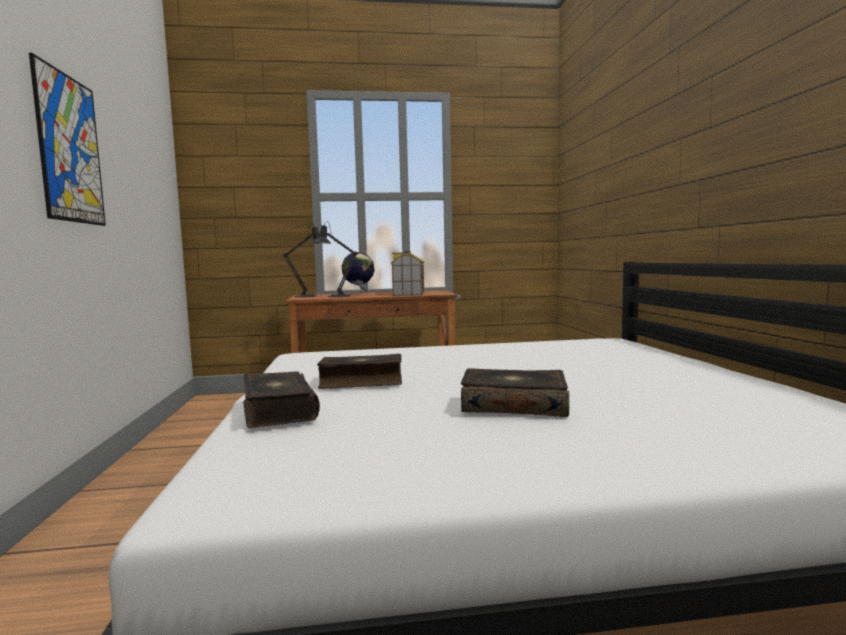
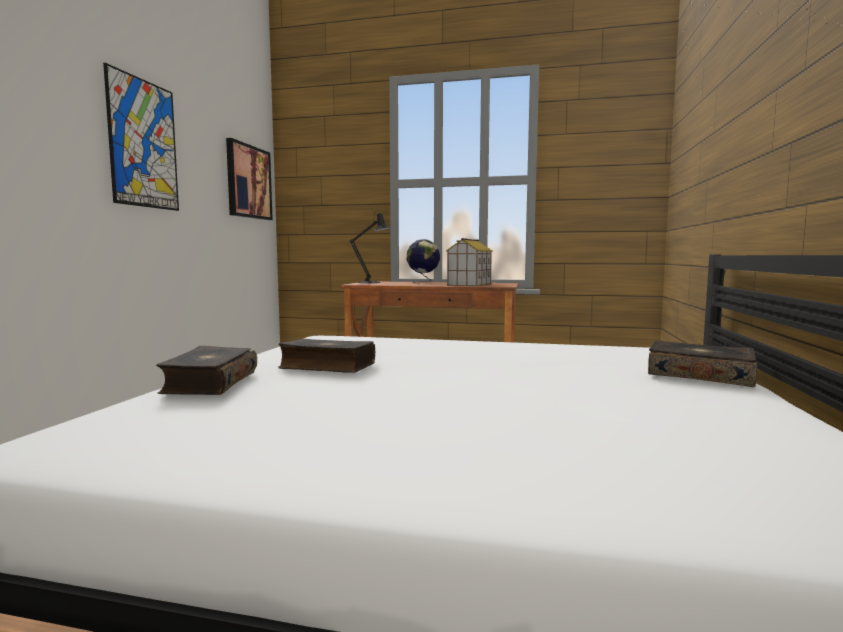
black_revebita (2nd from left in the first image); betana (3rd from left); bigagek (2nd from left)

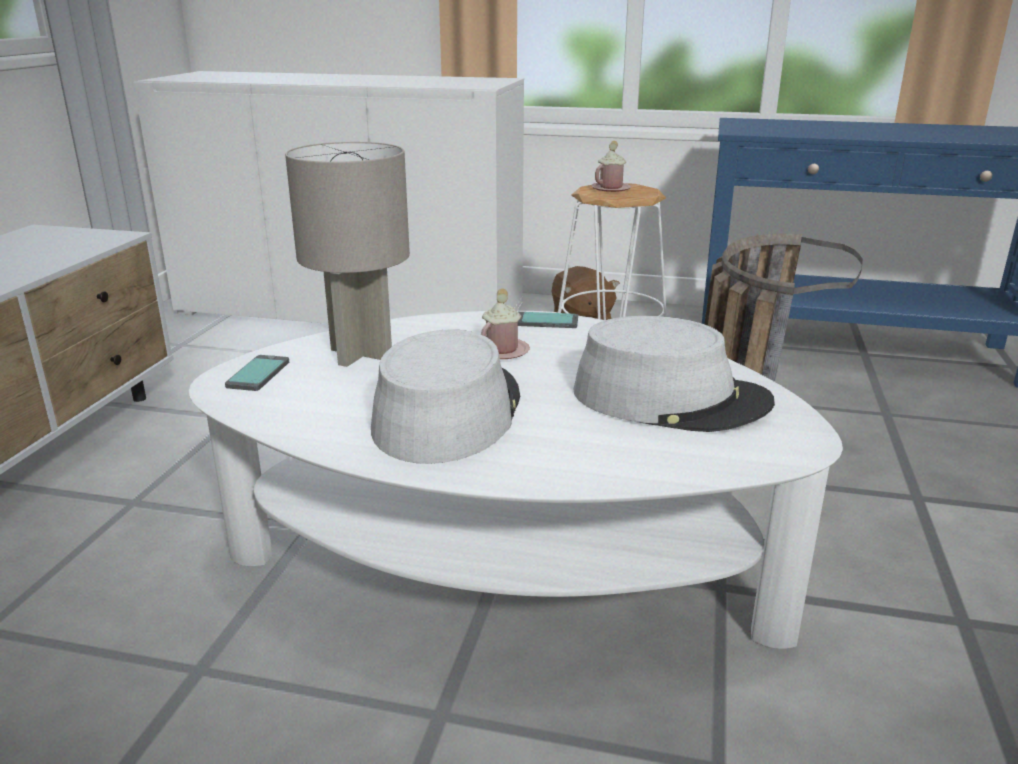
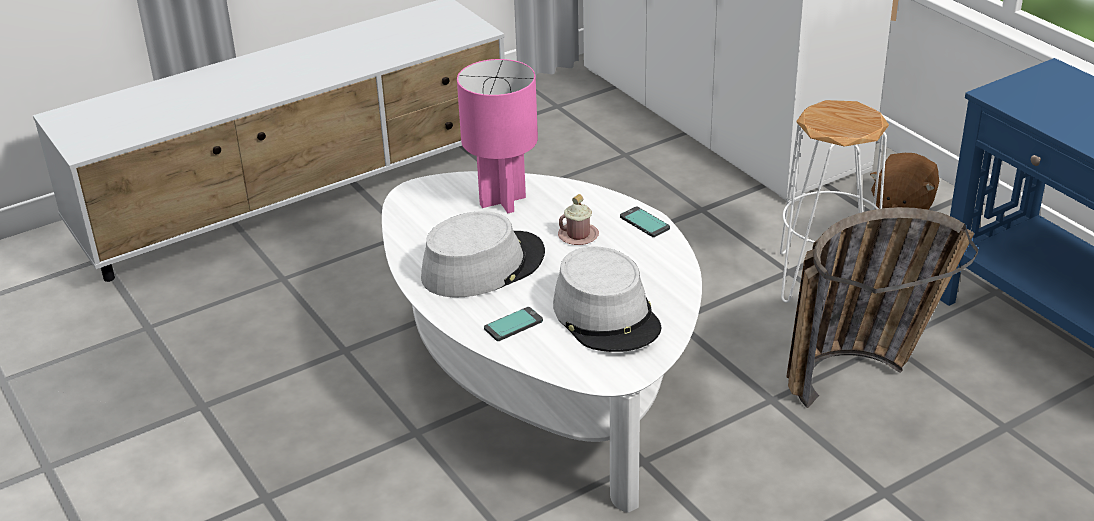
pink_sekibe (2nd from left in the first image); pink_revebita; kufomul (1st from left)

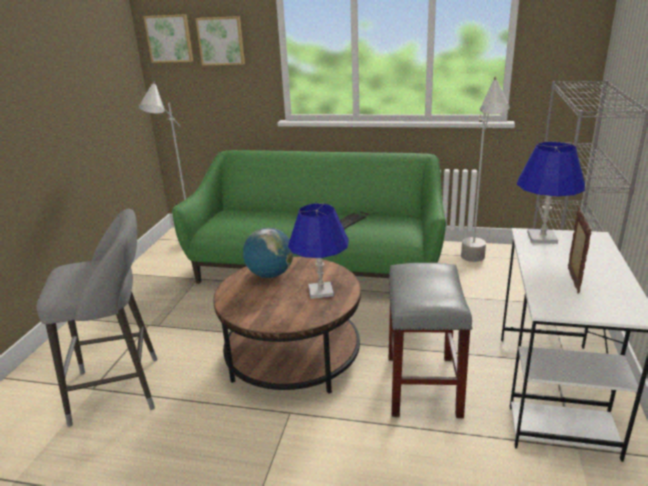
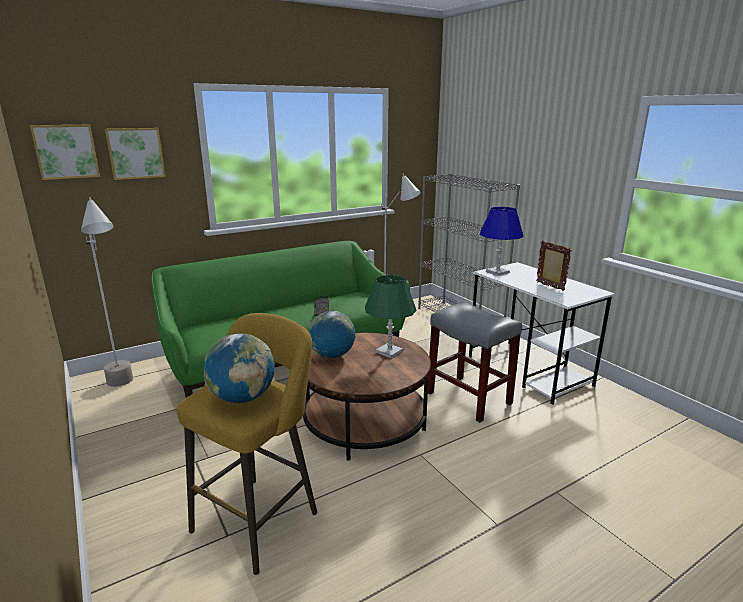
green_revebita; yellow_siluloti; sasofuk (1st from left)

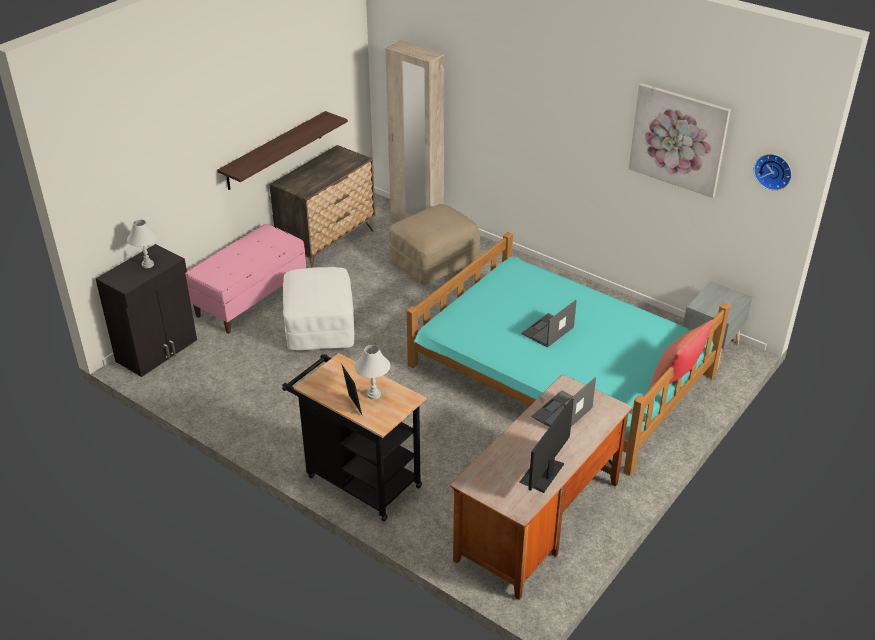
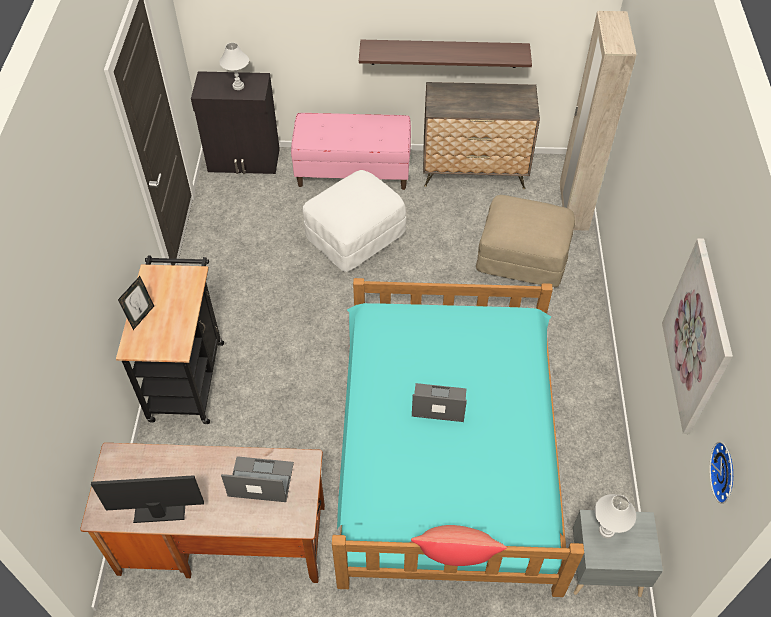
white_revebita (2nd from left)

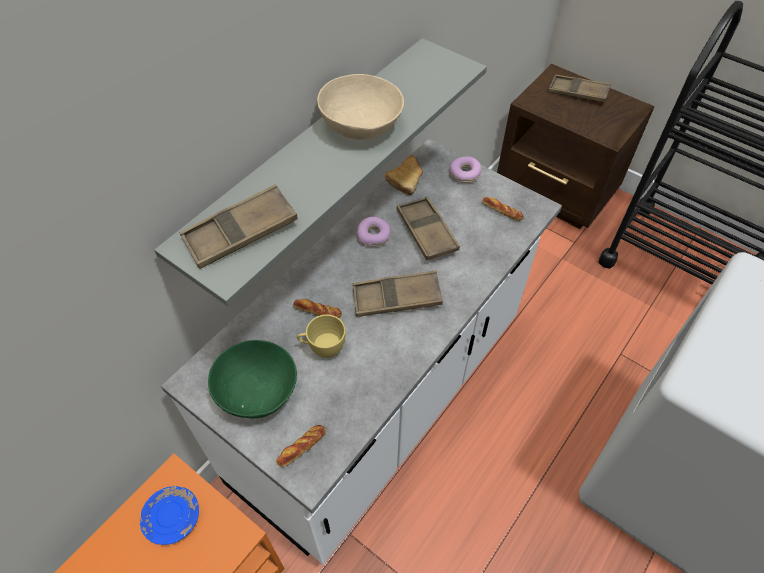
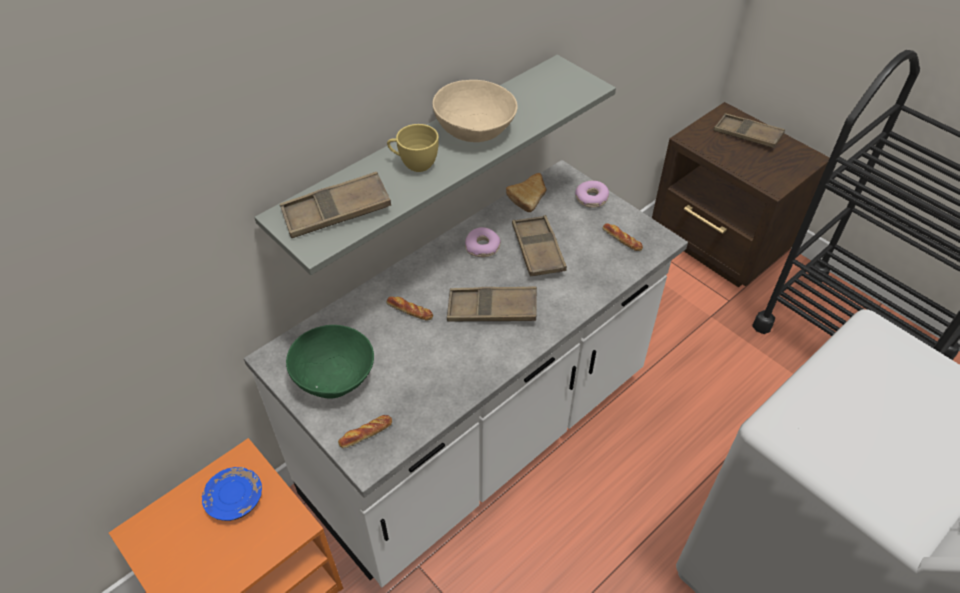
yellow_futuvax

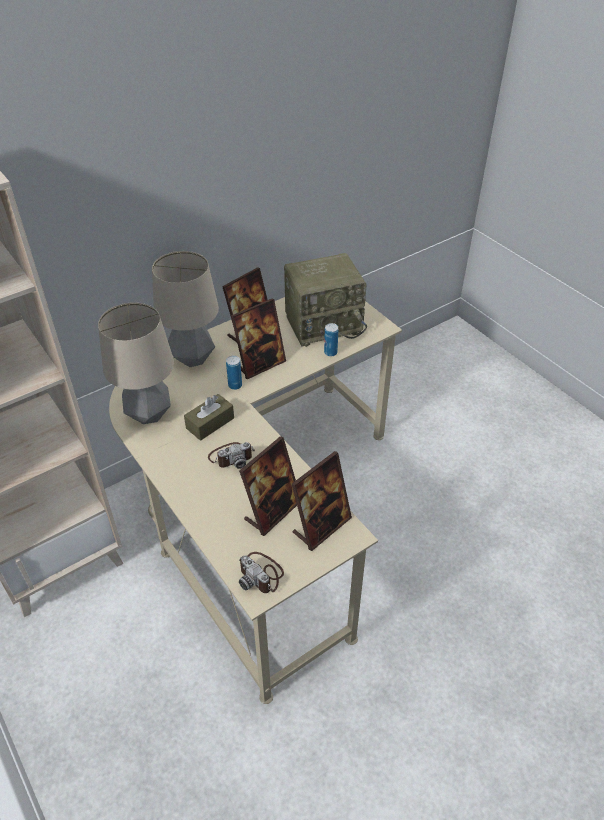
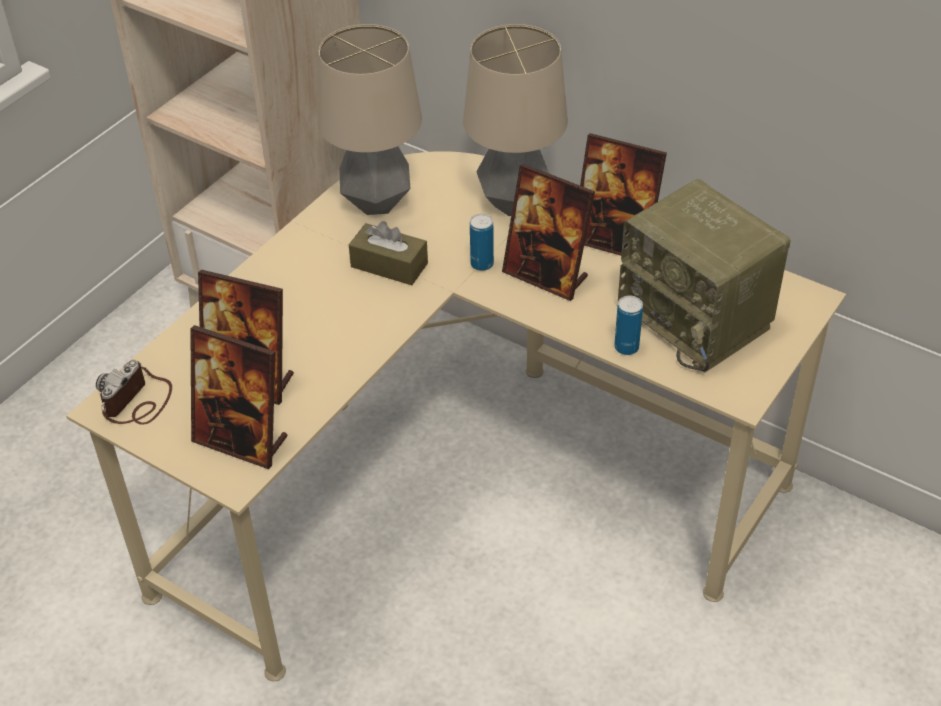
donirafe (1st from left in the first image)

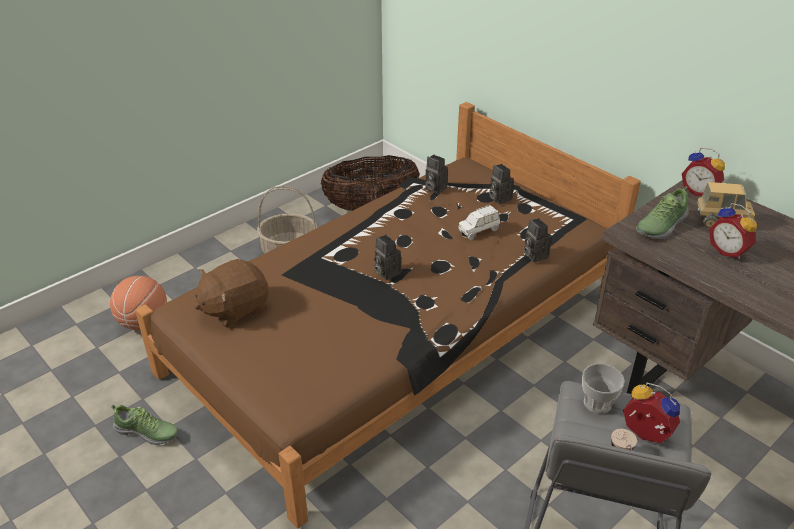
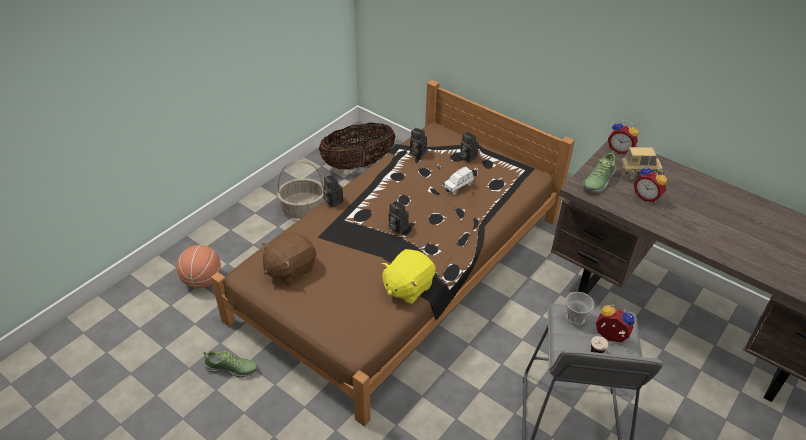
donirafe (1st from left); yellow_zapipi

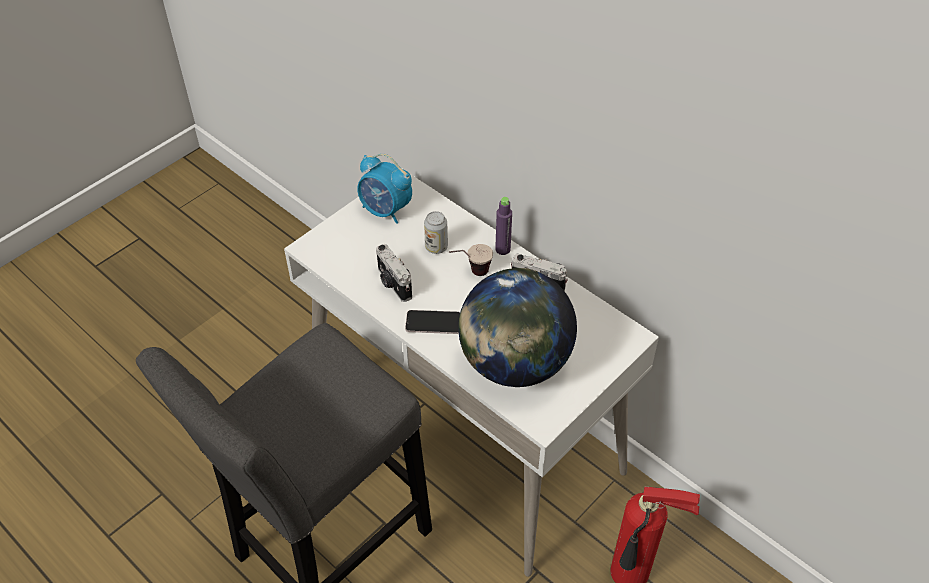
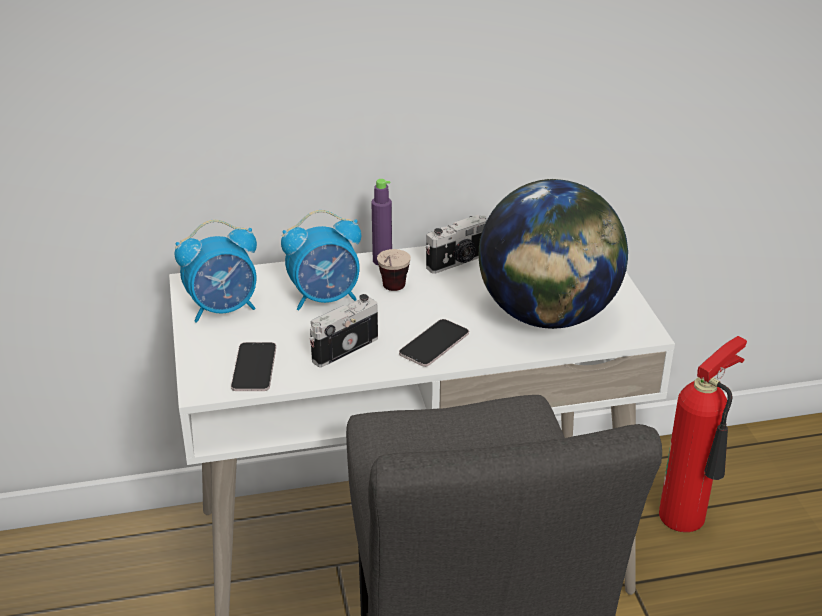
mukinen (2nd from left); donirafe (1st from left); kufomul (1st from left)

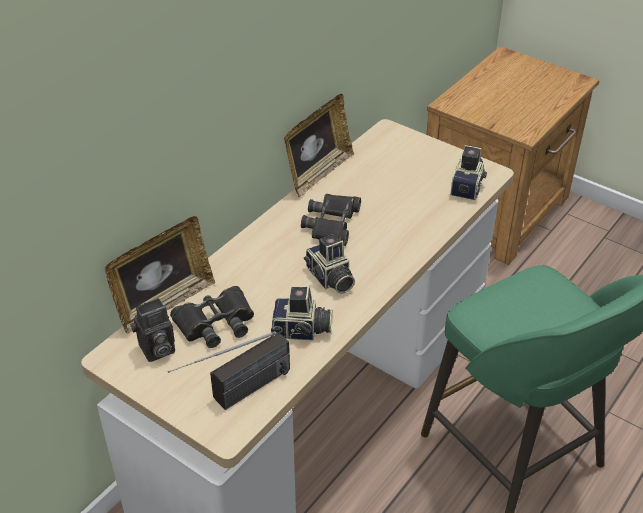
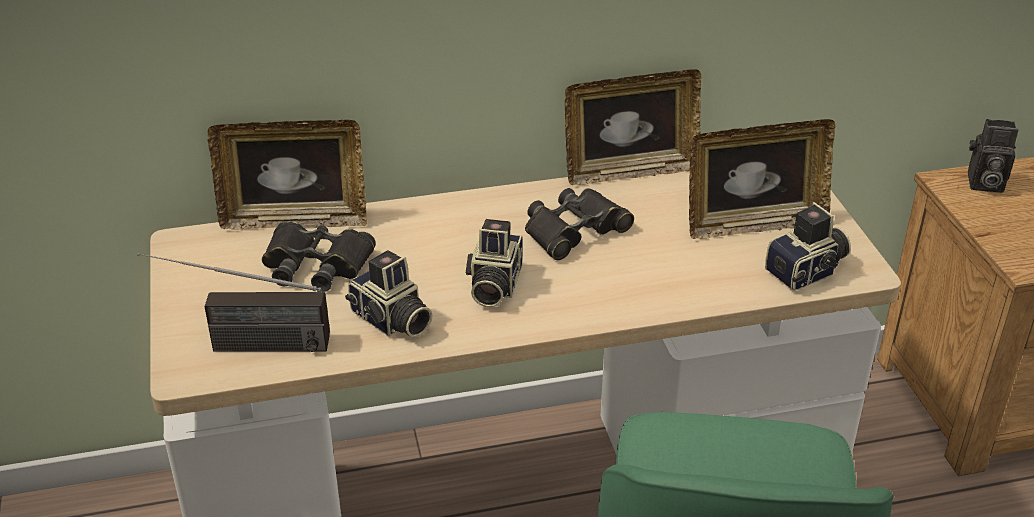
donirafe (4th from left); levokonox (3rd from left)

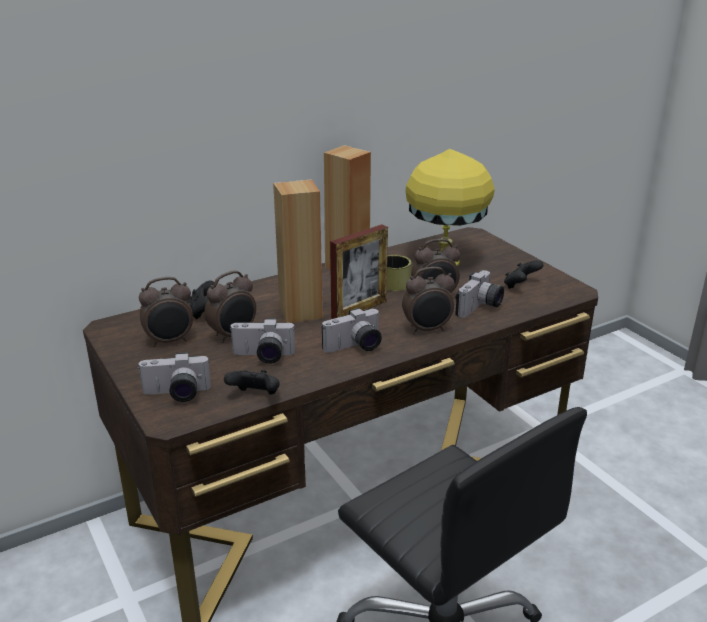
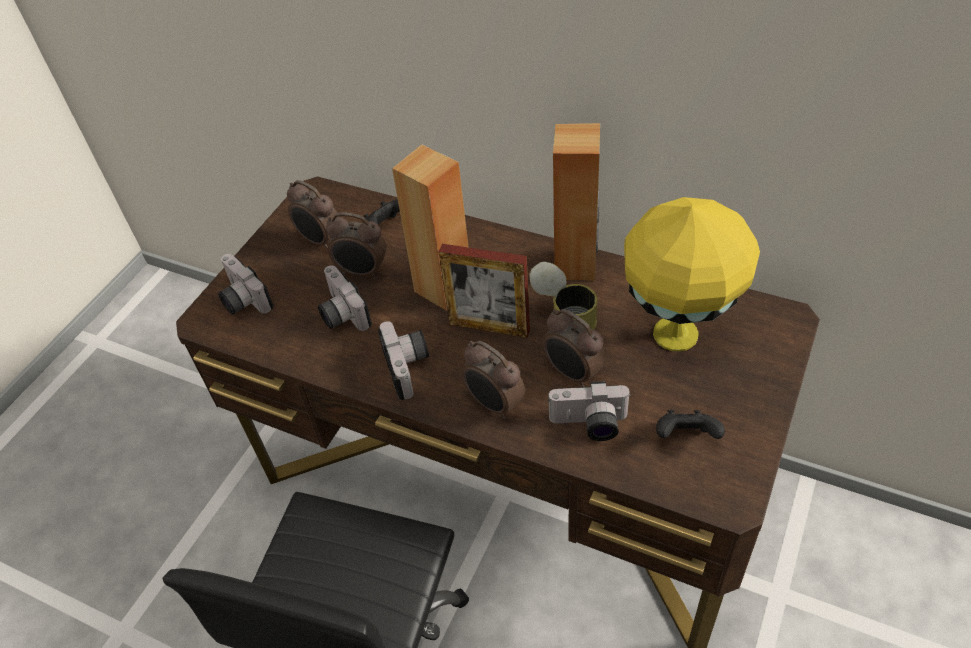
donirafe (3rd from left); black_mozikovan (2nd from left in the first image)

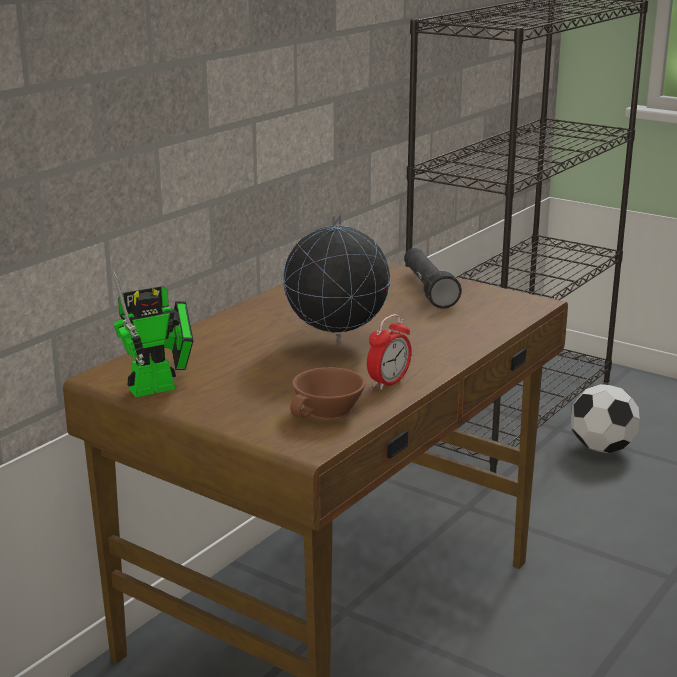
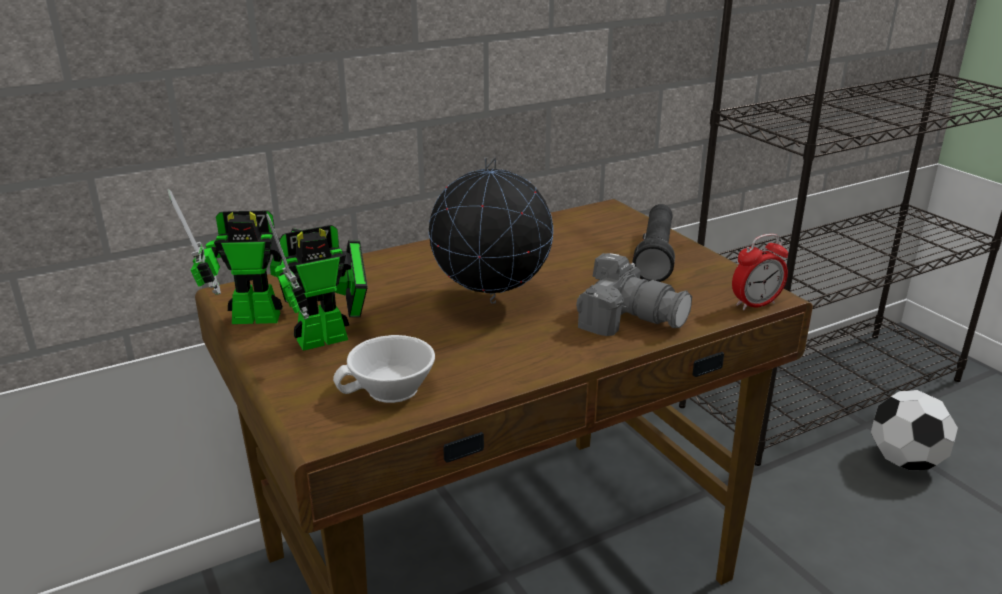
mukinen; white_futuvax; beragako (2nd from left); donirafe

